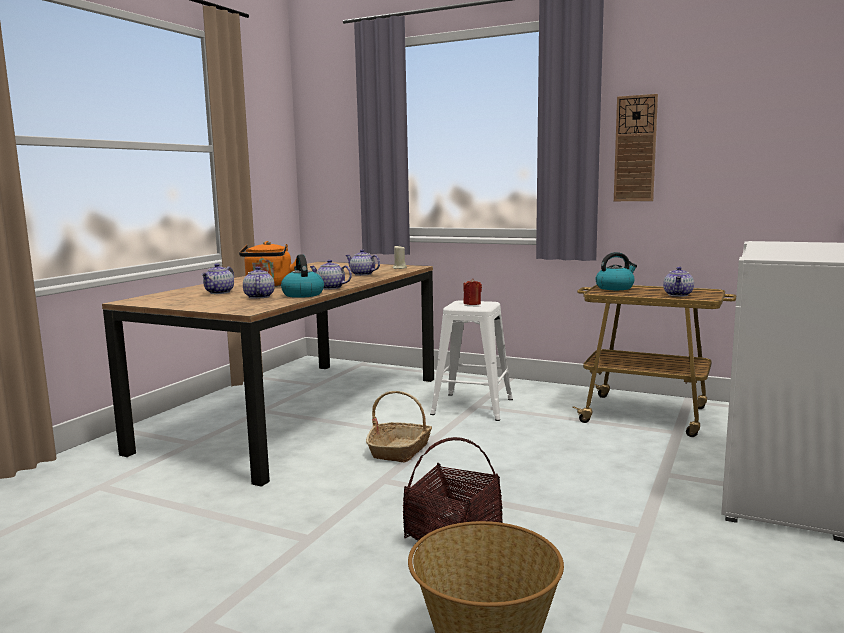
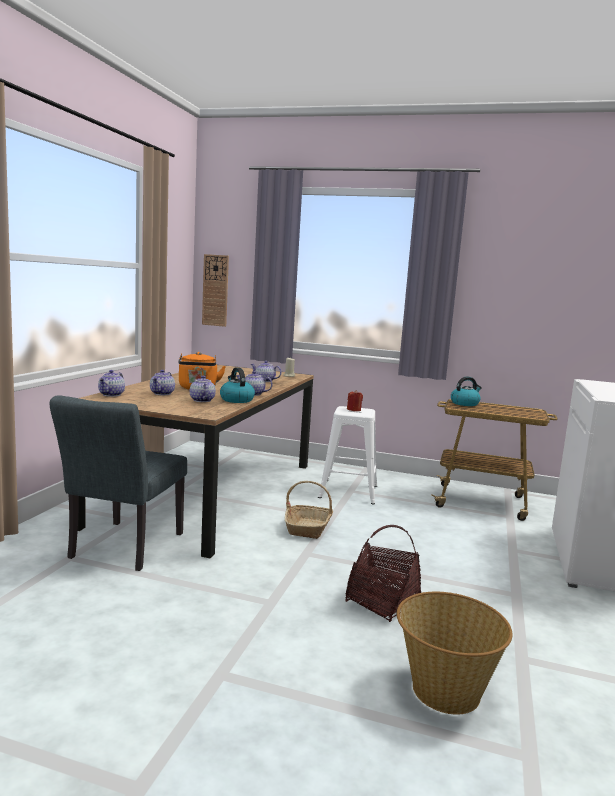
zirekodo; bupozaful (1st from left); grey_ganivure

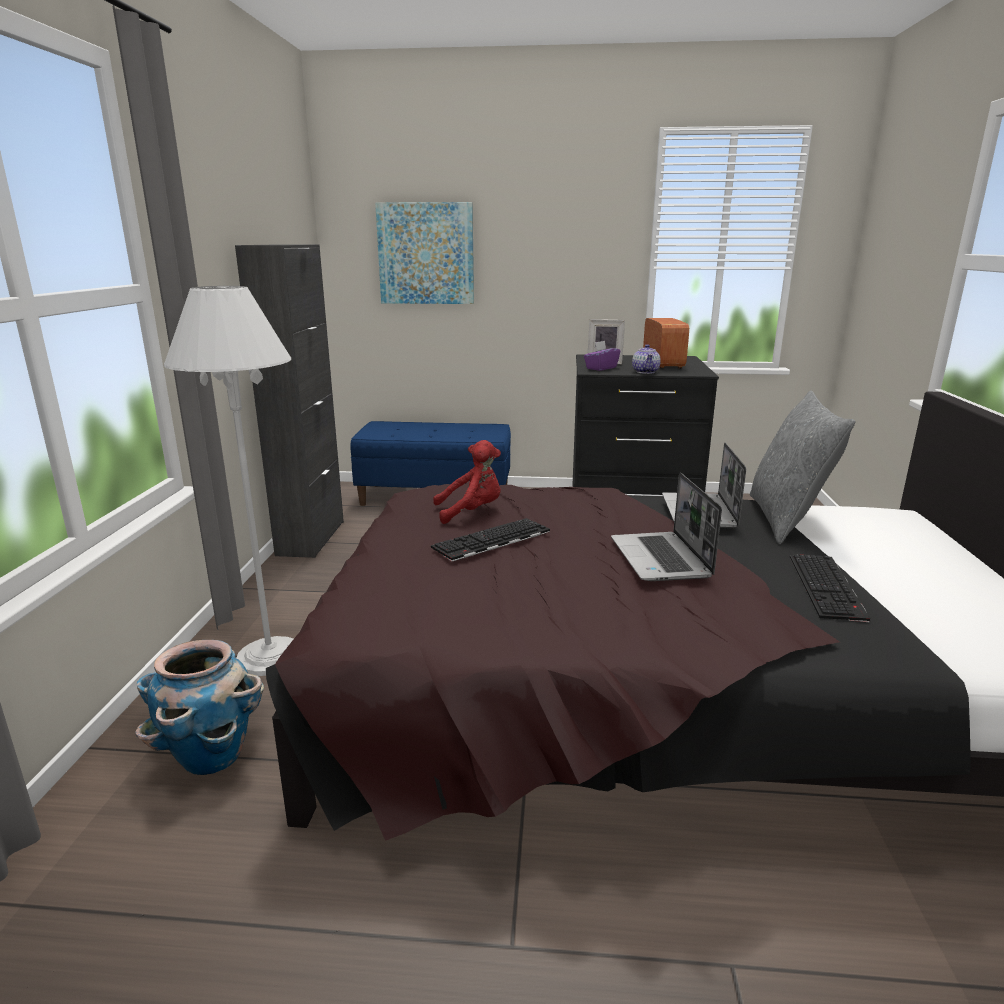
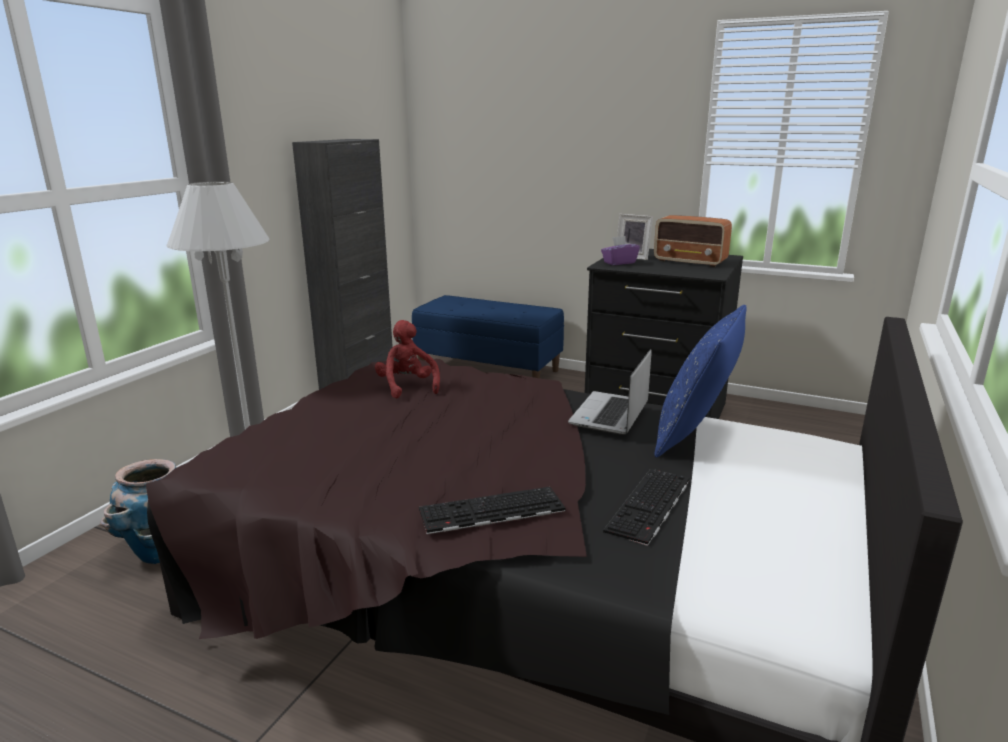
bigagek; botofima; bupozaful; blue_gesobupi; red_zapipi; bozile (1st from left in the first image); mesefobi (1st from left)

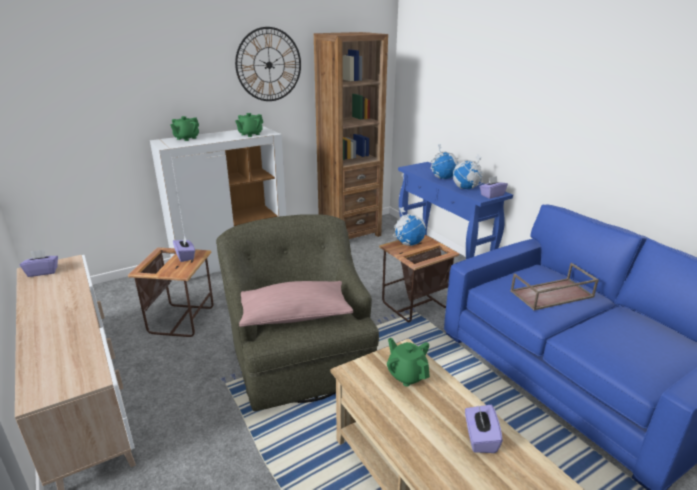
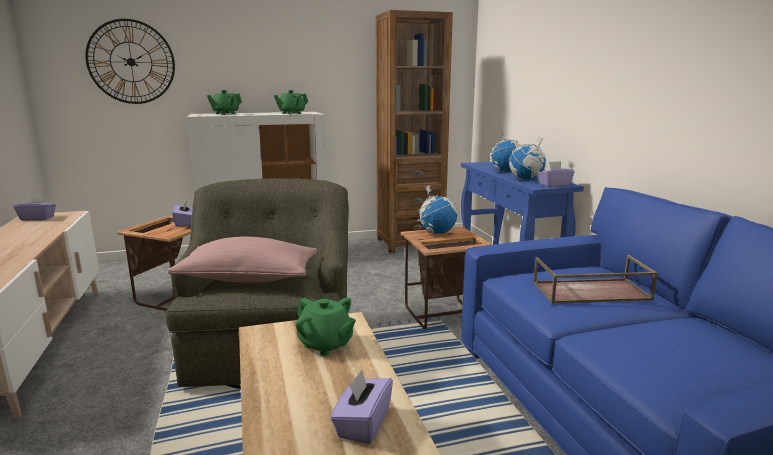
zirekodo; green_bupozaful (3rd from left)

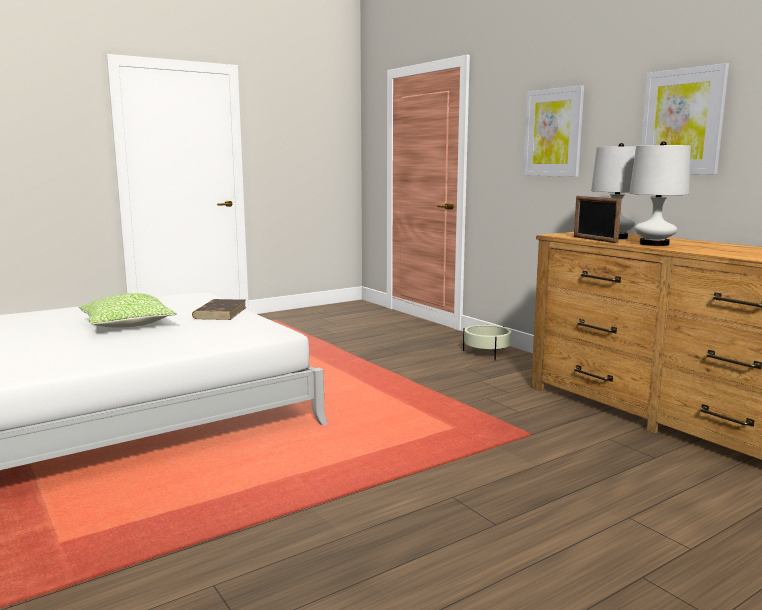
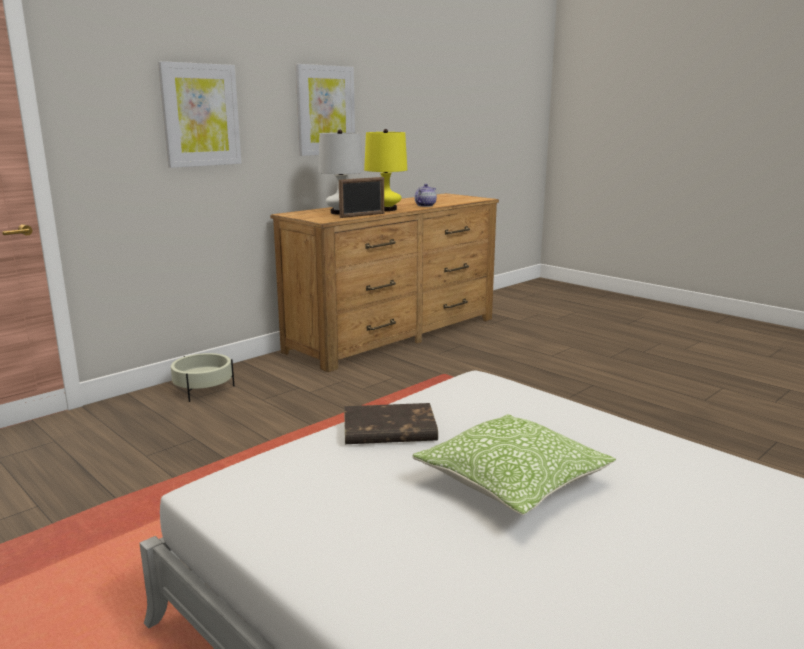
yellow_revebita; bupozaful

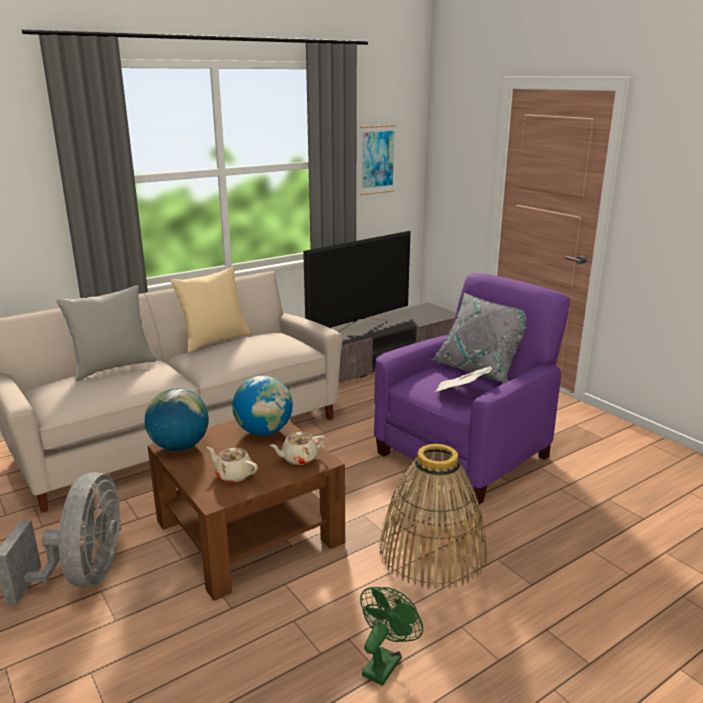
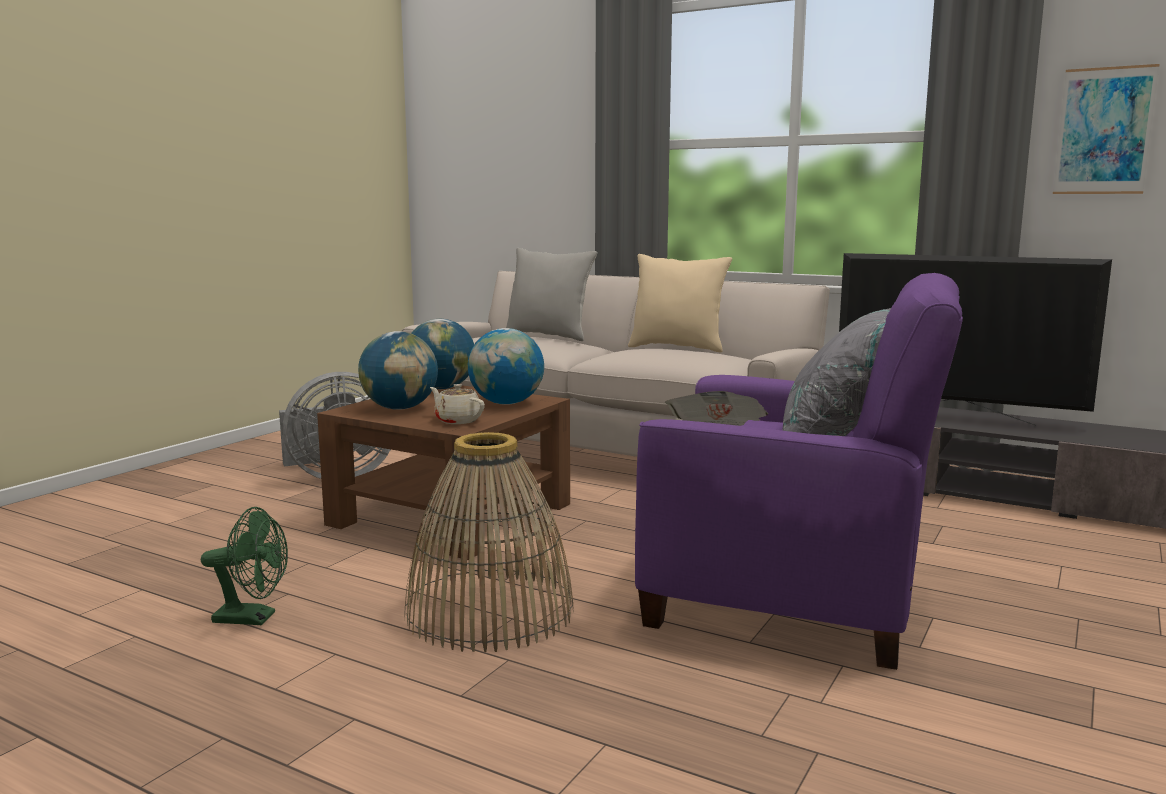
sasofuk (1st from left)

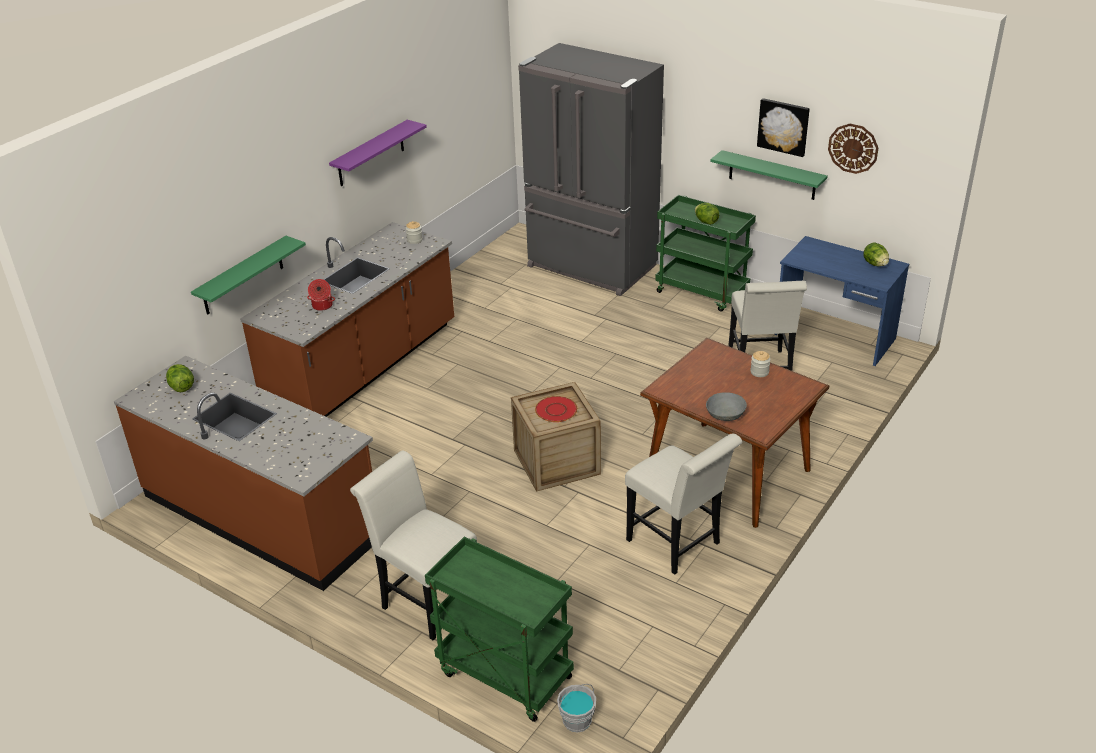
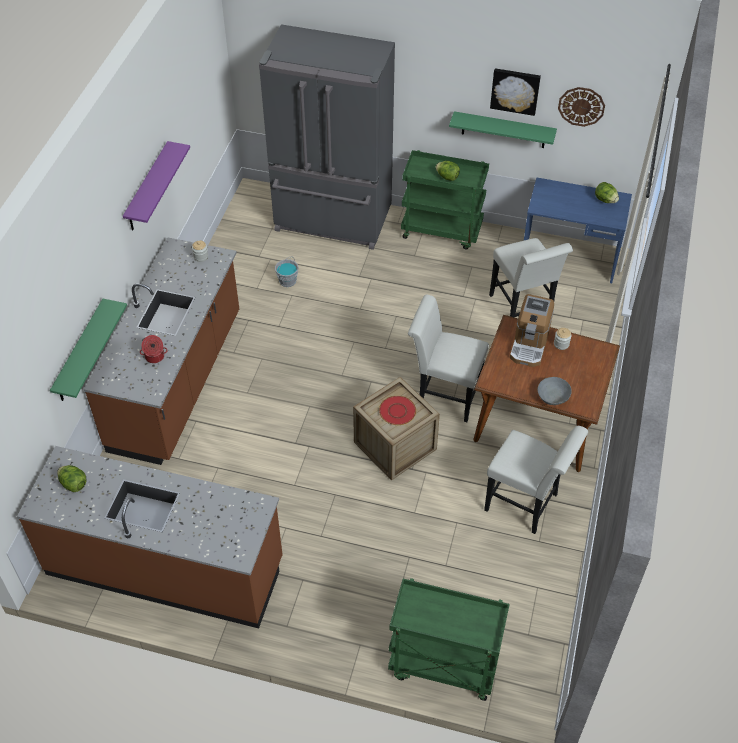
white_ganivure (1st from left); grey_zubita; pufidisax

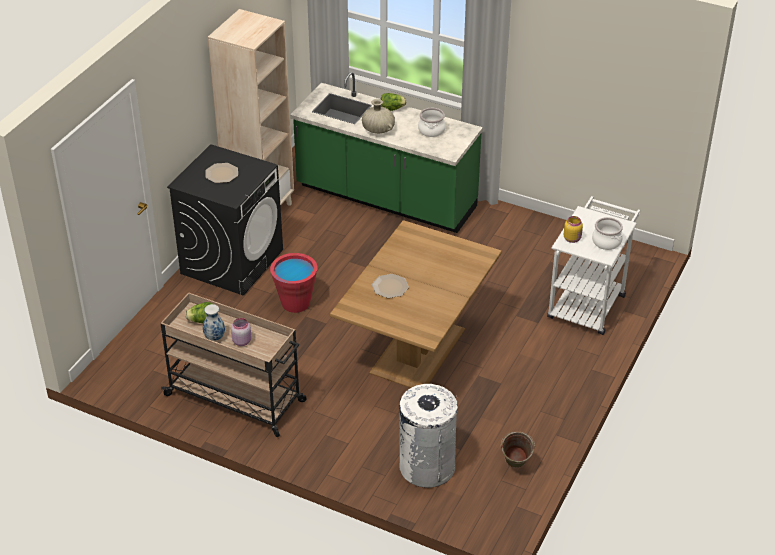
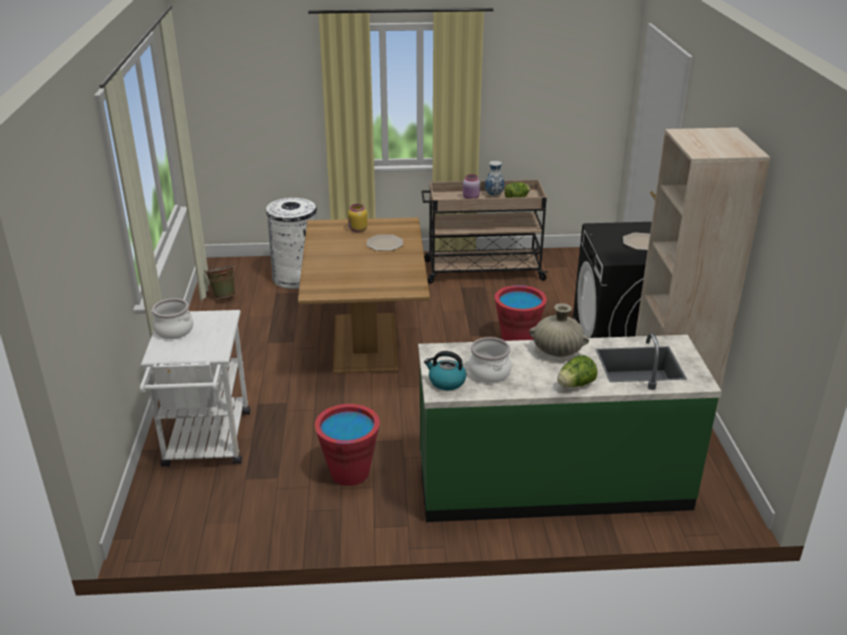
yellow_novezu; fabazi; red_zubita (1st from left)

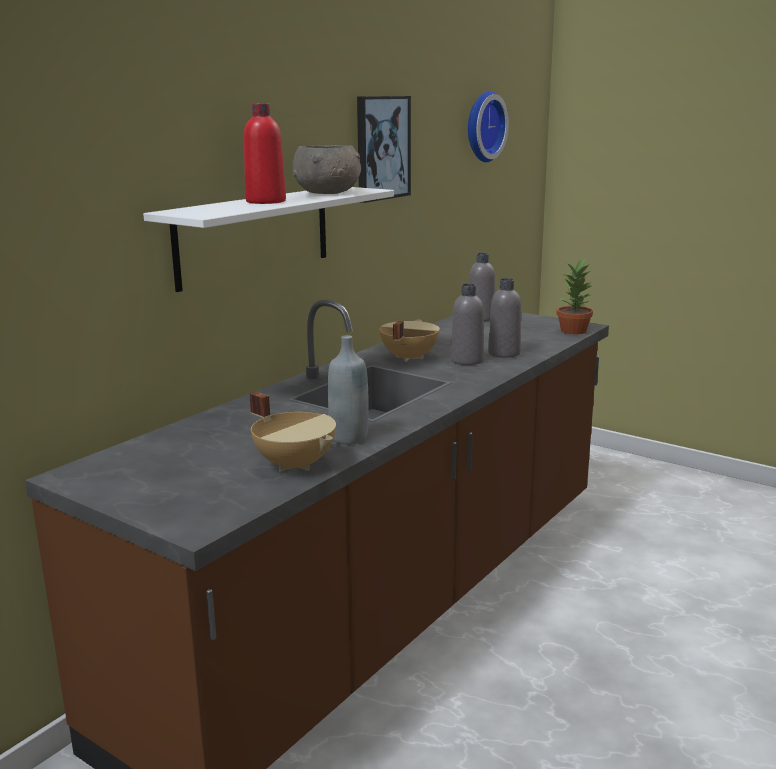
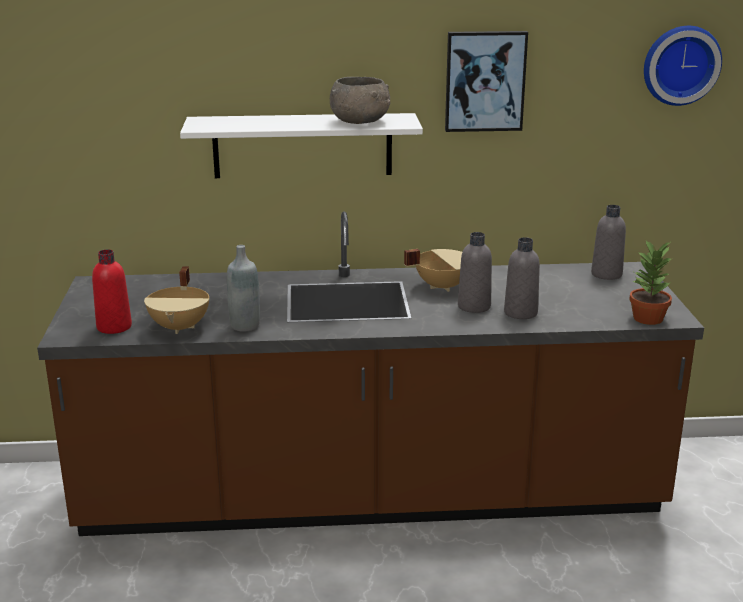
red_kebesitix

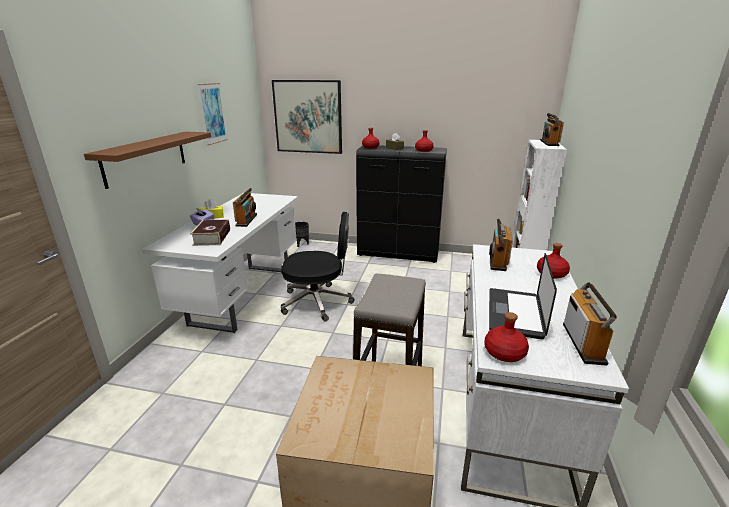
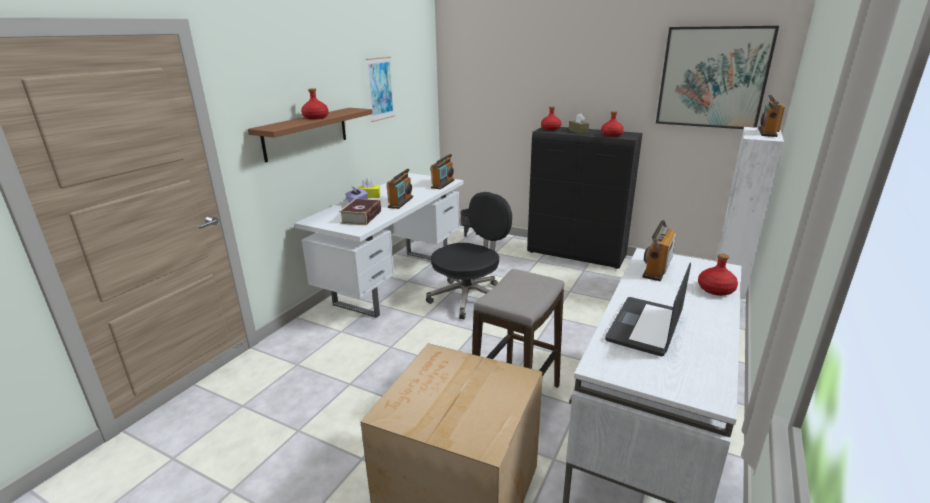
bigagek (2nd from left); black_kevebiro; botofima (2nd from left); red_kebesitix (1st from left)

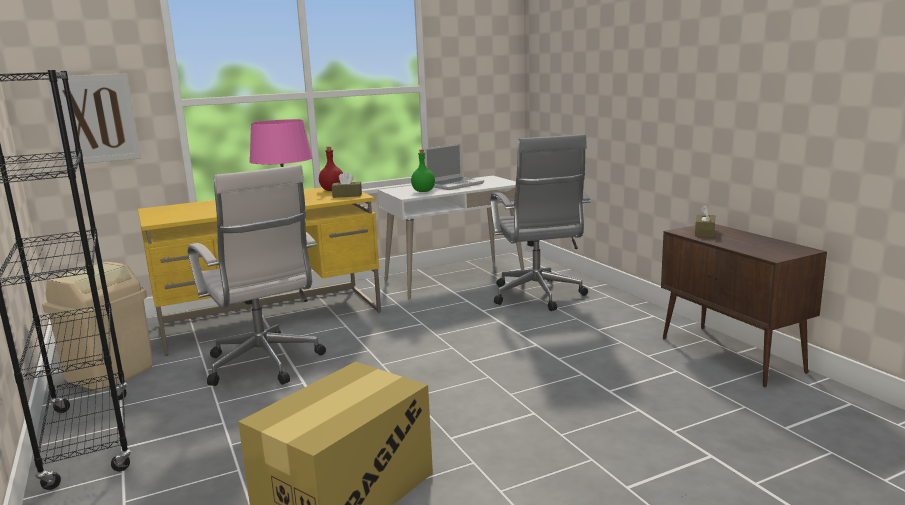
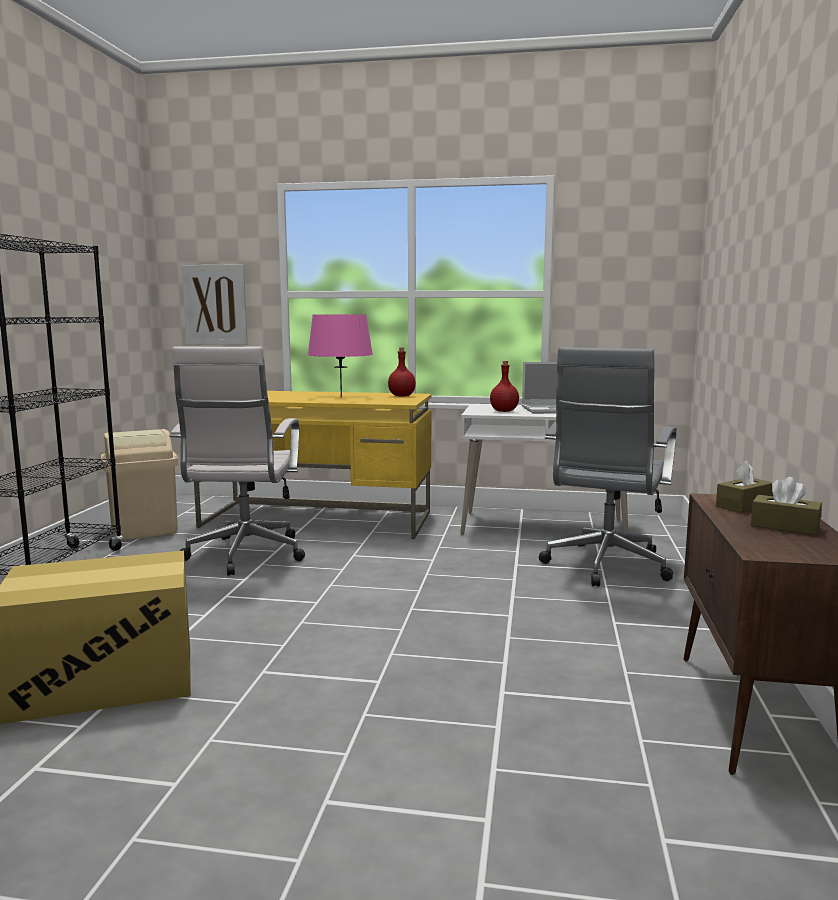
red_kebesitix (2nd from left); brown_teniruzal (2nd from left)

